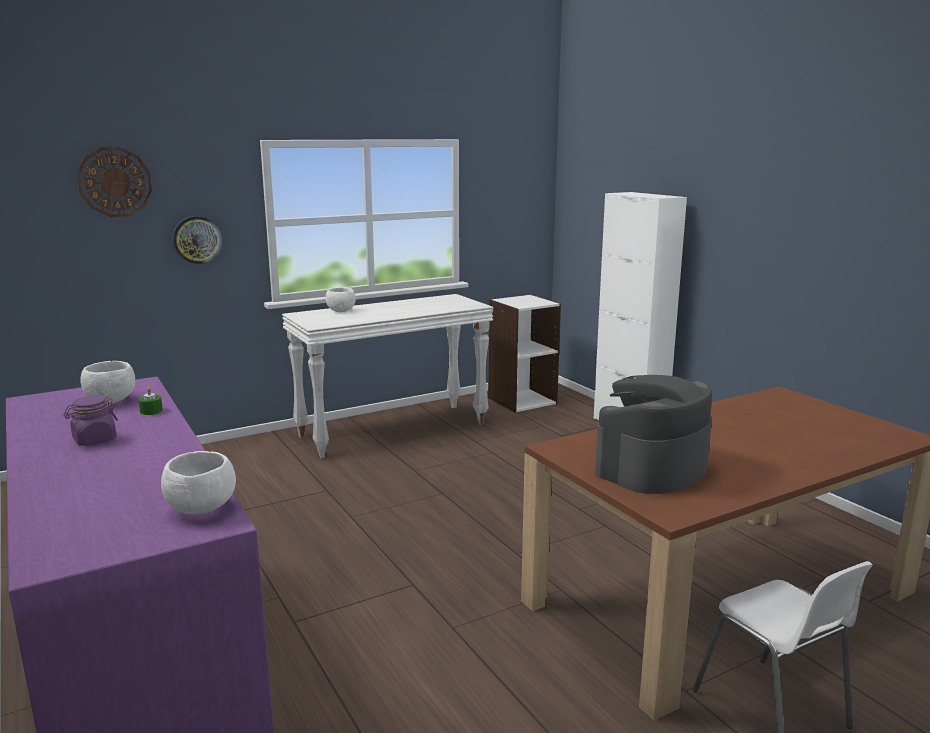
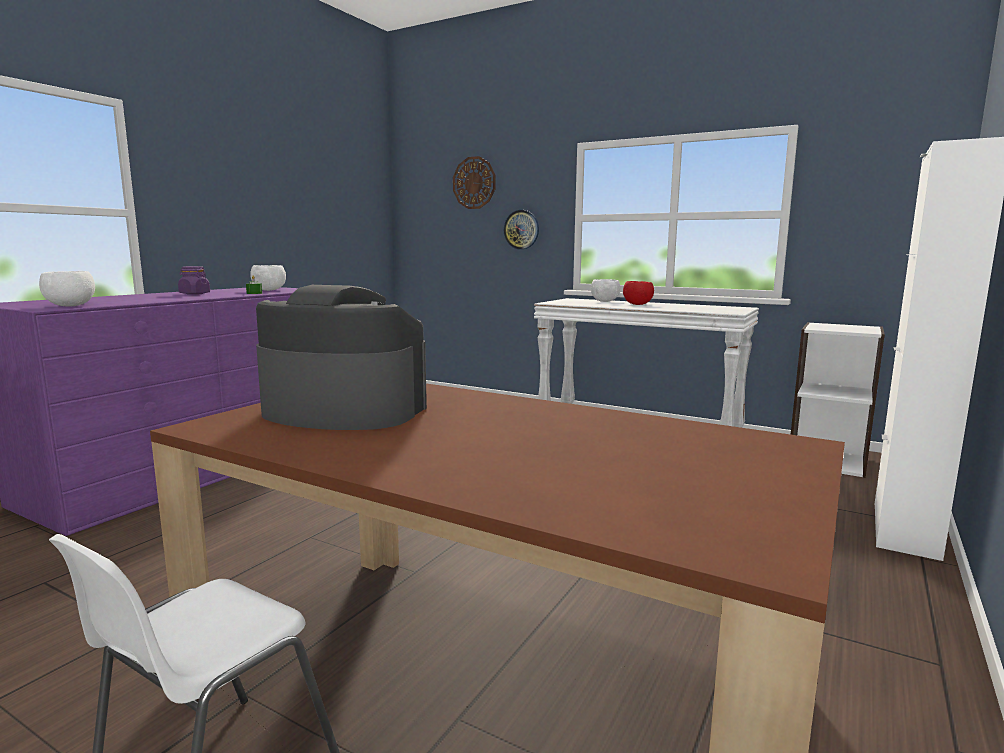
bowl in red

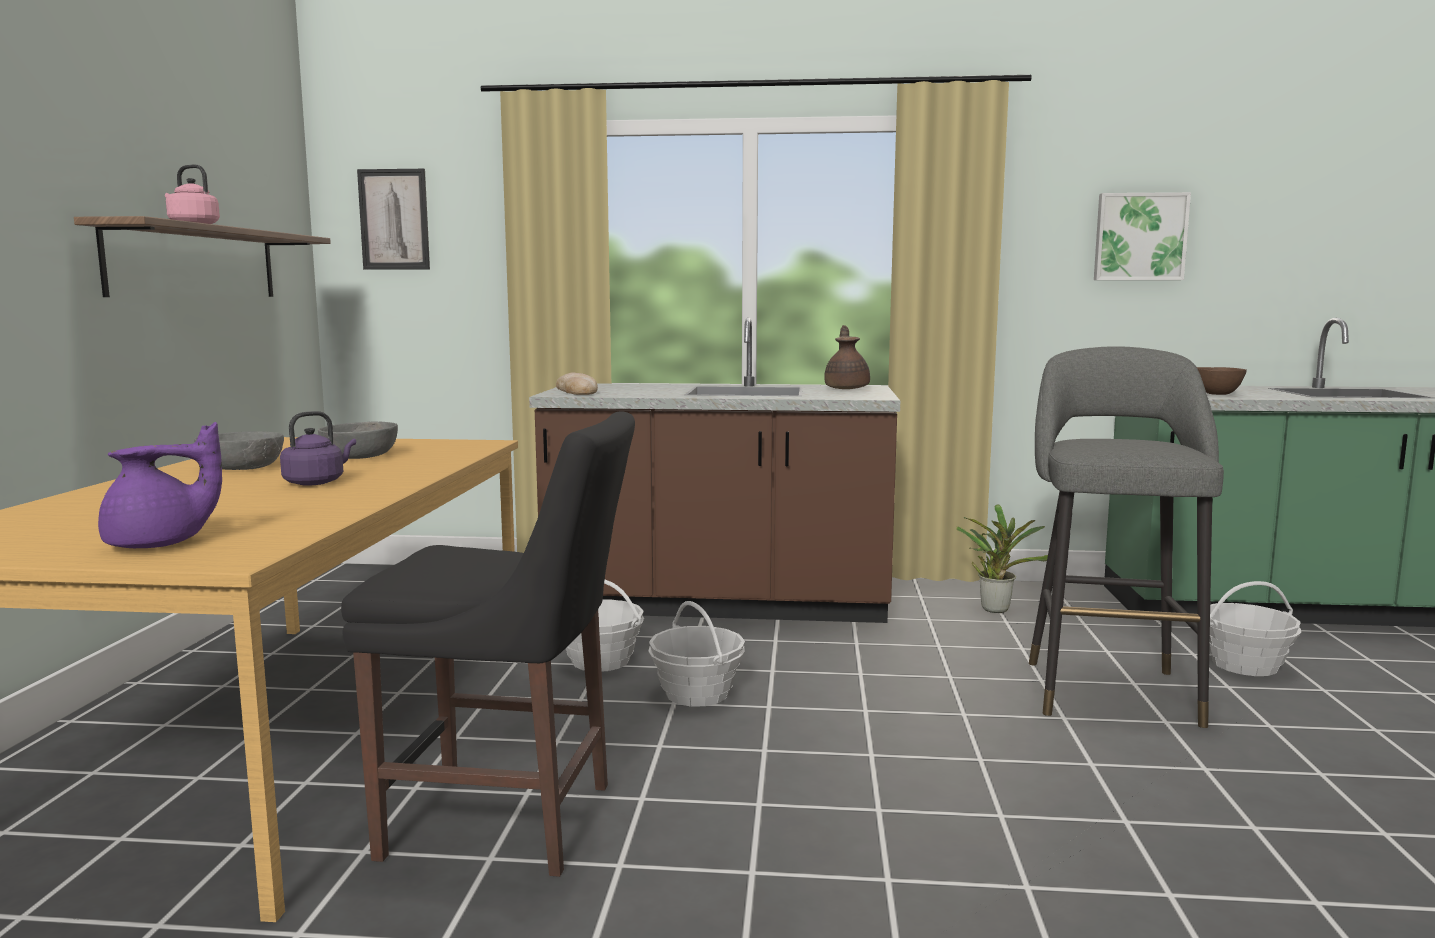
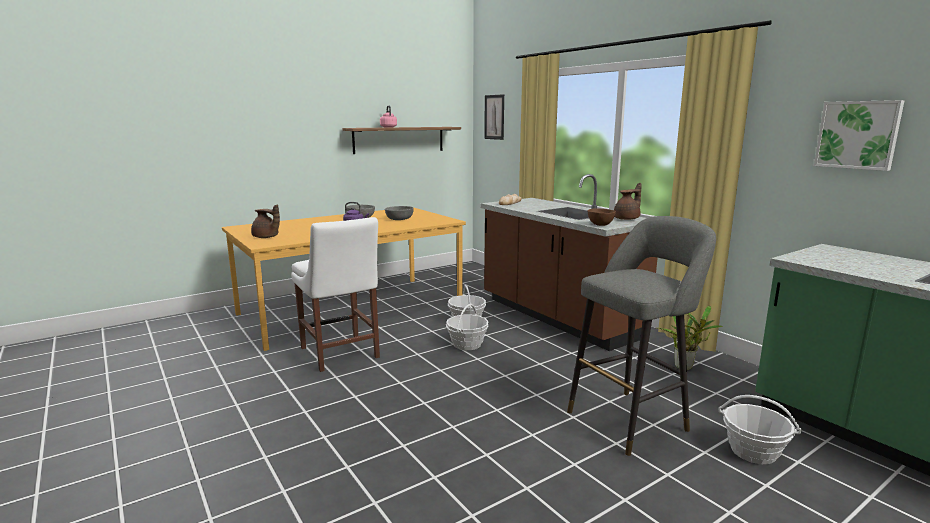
bowl in brown
chair in white
teapot in brown (1st from left)

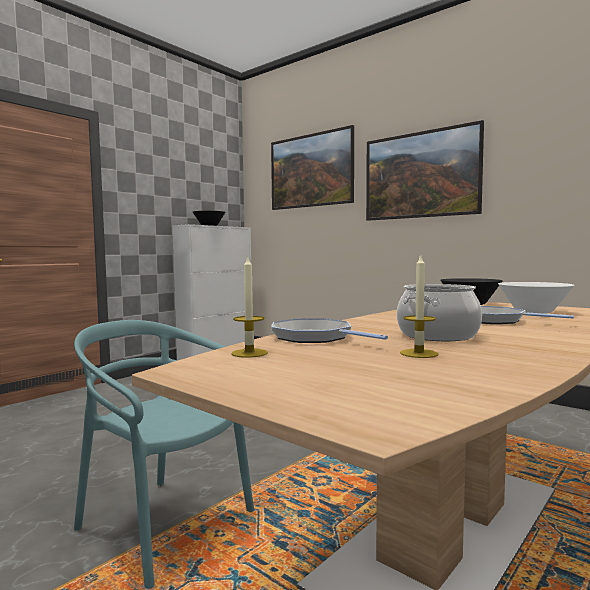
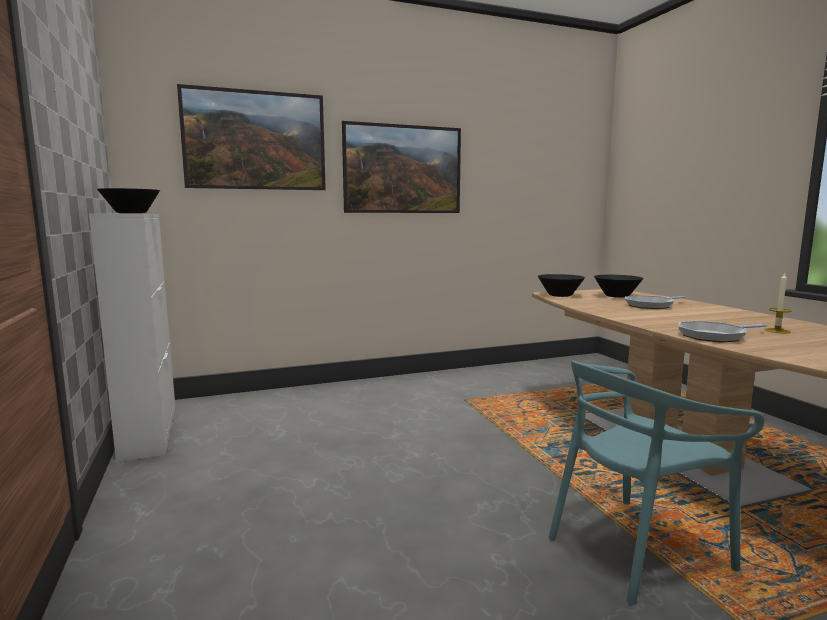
candle (1st from left in the first image)
bowl in black (3rd from left)
cooking pot

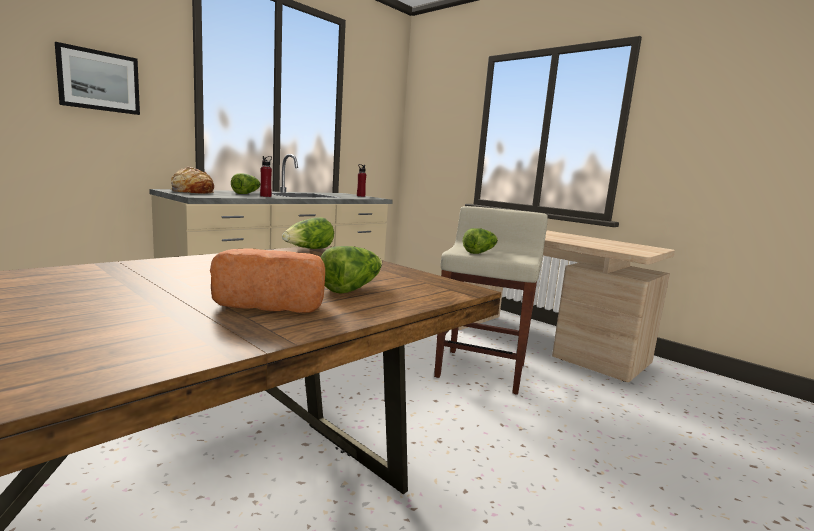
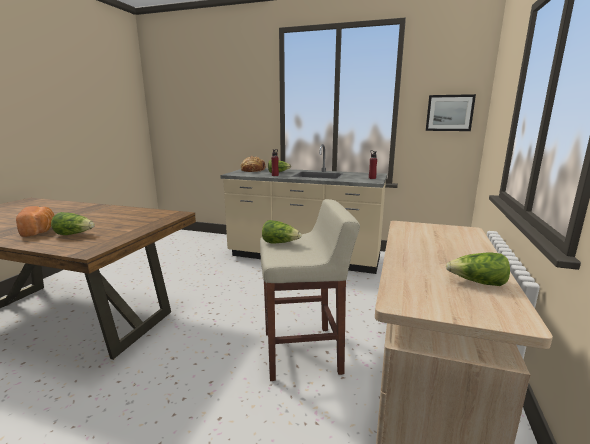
picture
lettuce (4th from left)

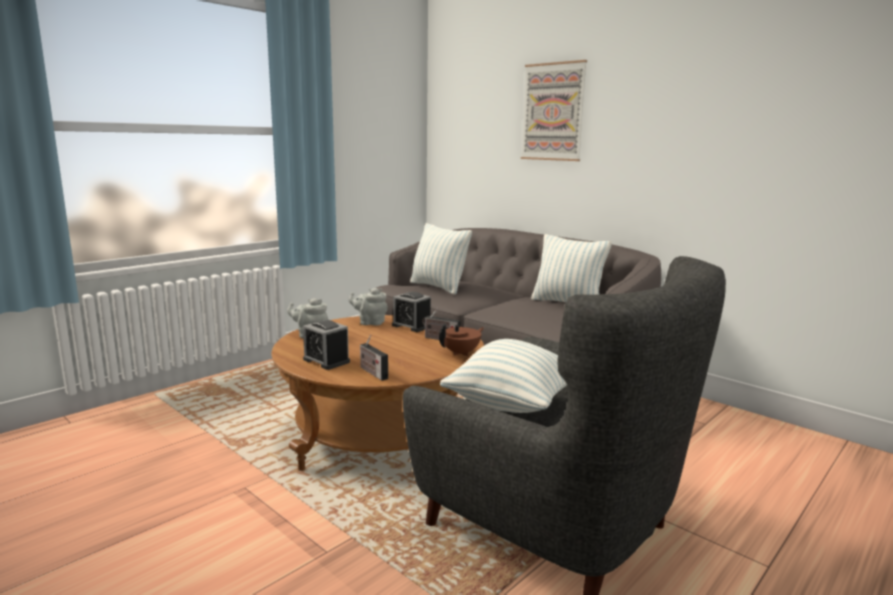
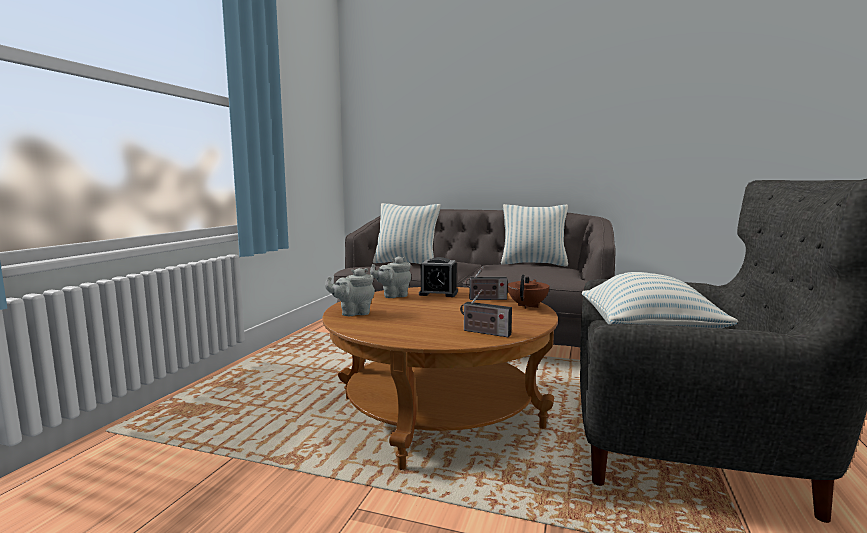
picture
alarm clock (1st from left in the first image)

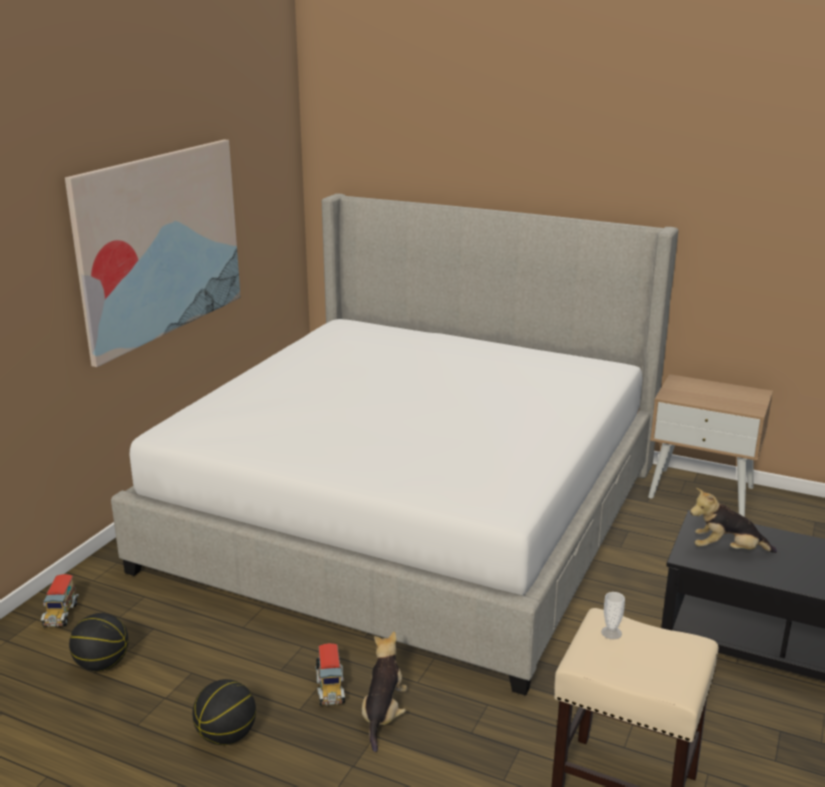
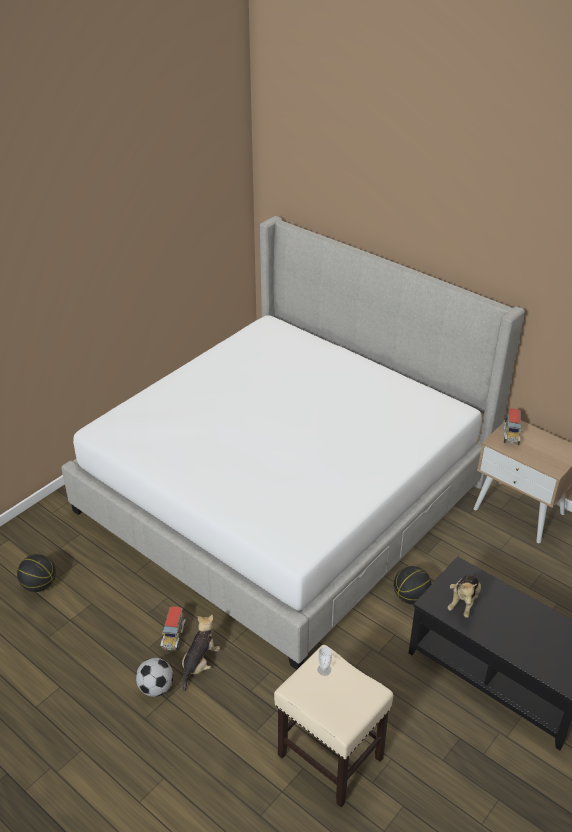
picture
plush toy (2nd from left)
toy truck (2nd from left)
basketball (2nd from left)
football

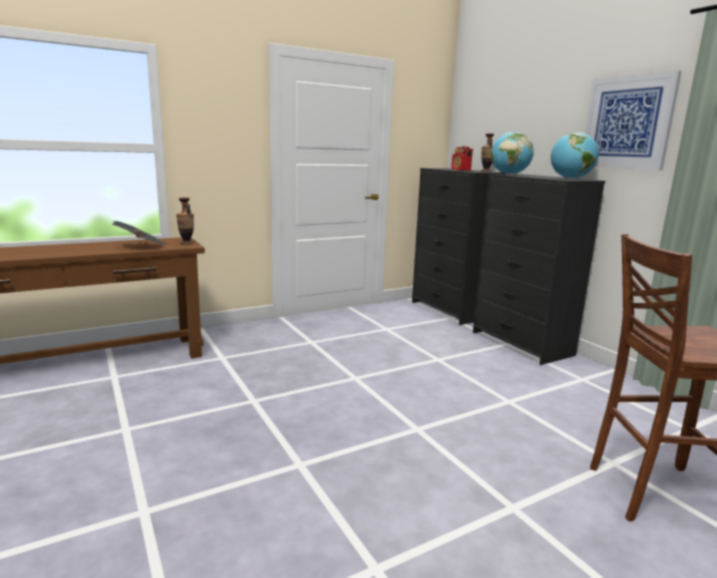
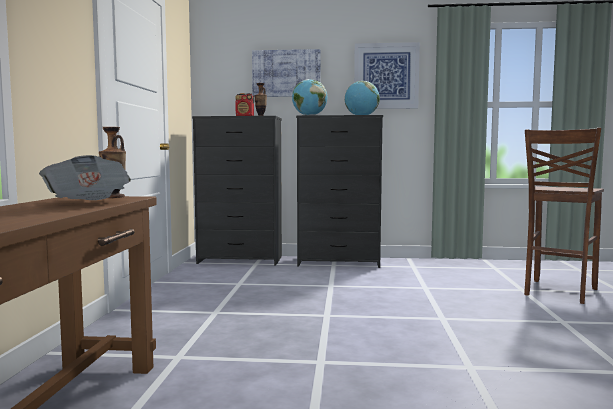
picture (1st from left)

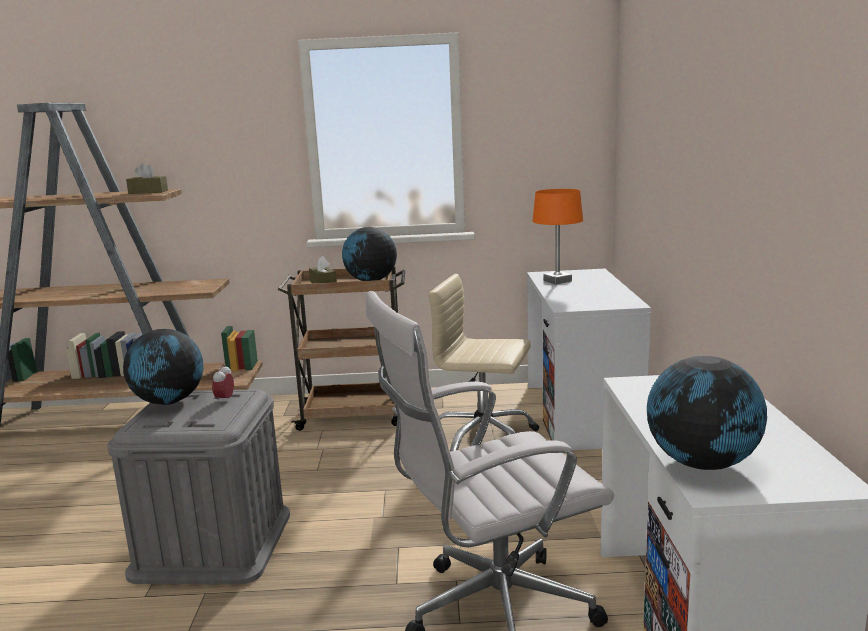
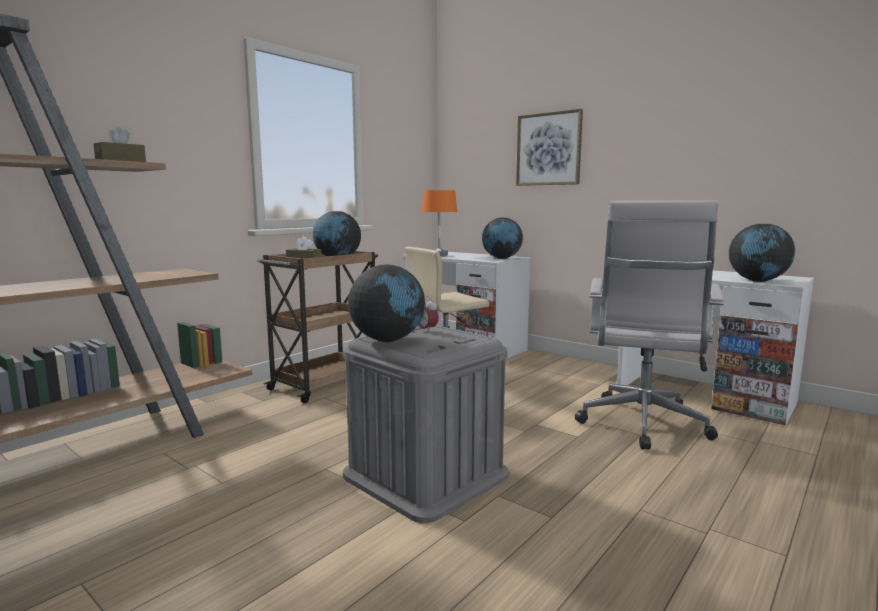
picture
globe (3rd from left)

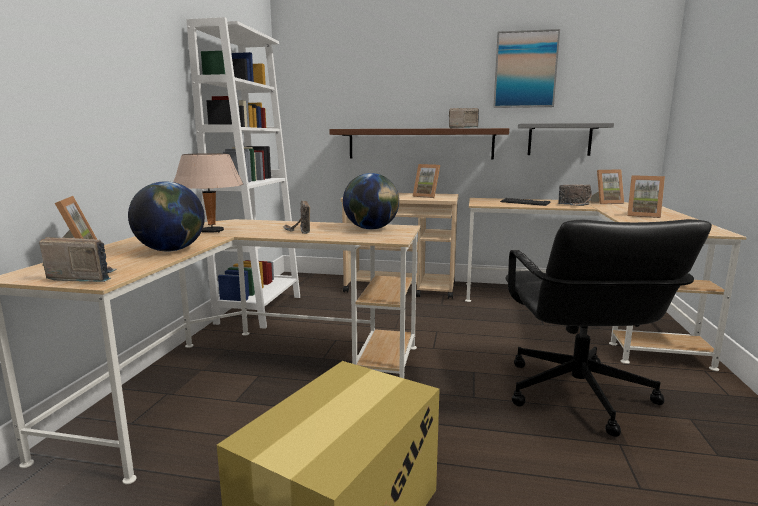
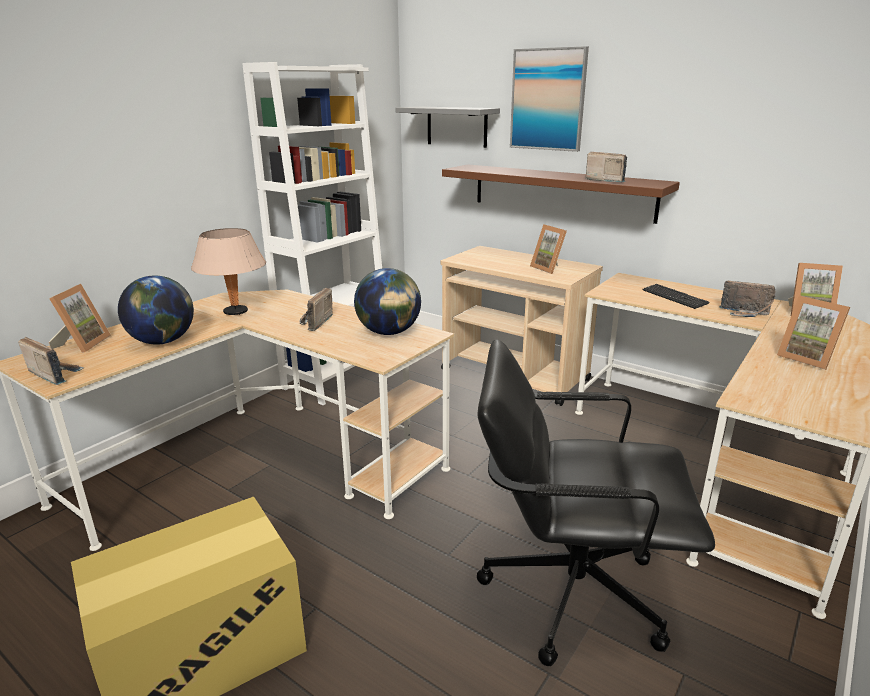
picture
shelf in grey
office chair in black

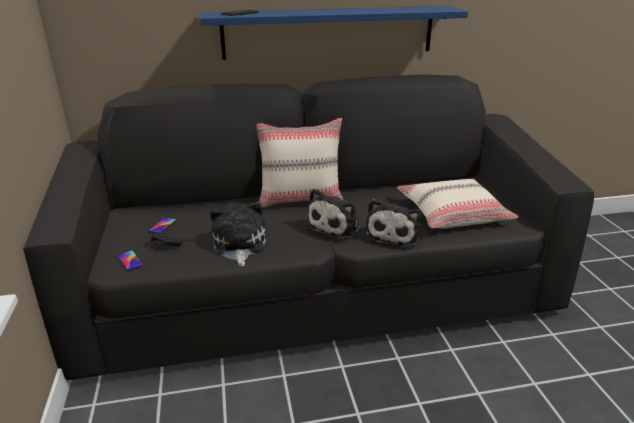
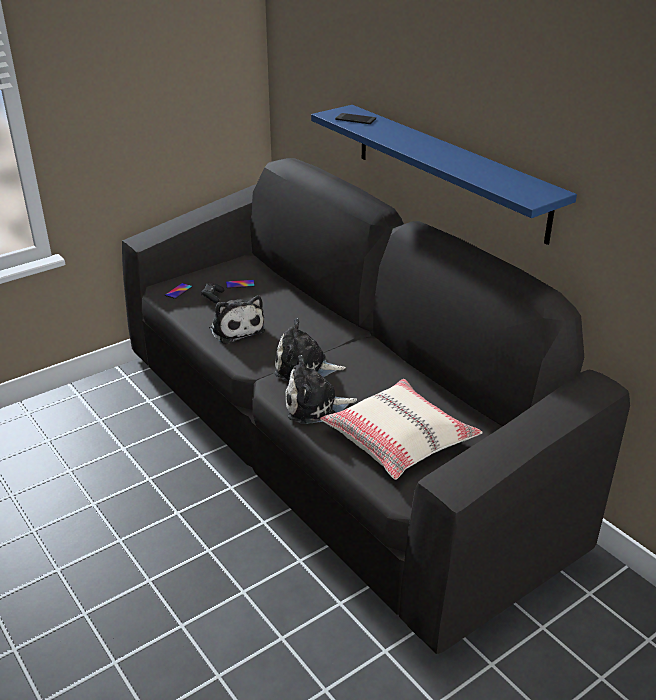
pillow in beige (1st from left in the first image)
plush toy (1st from left)

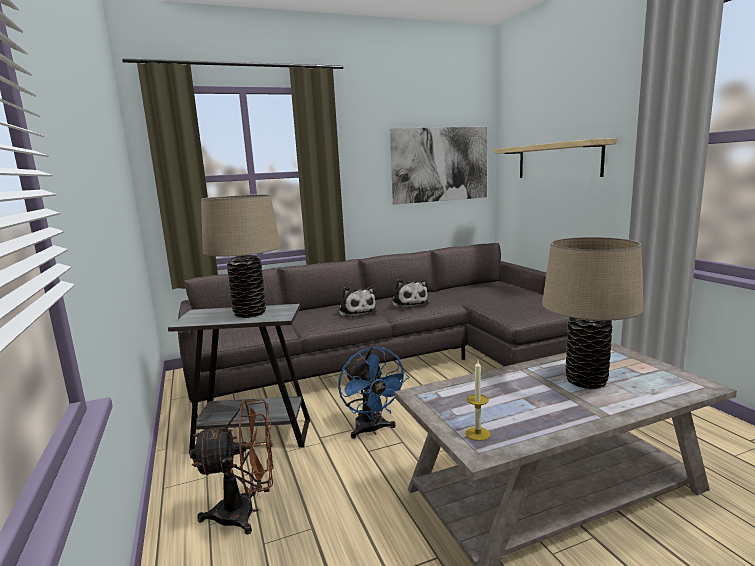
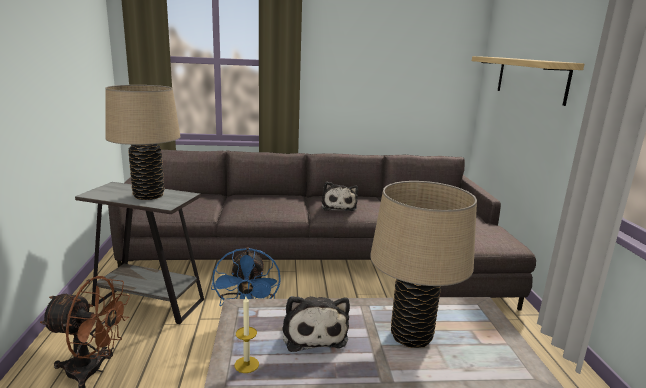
picture
plush toy (1st from left)

